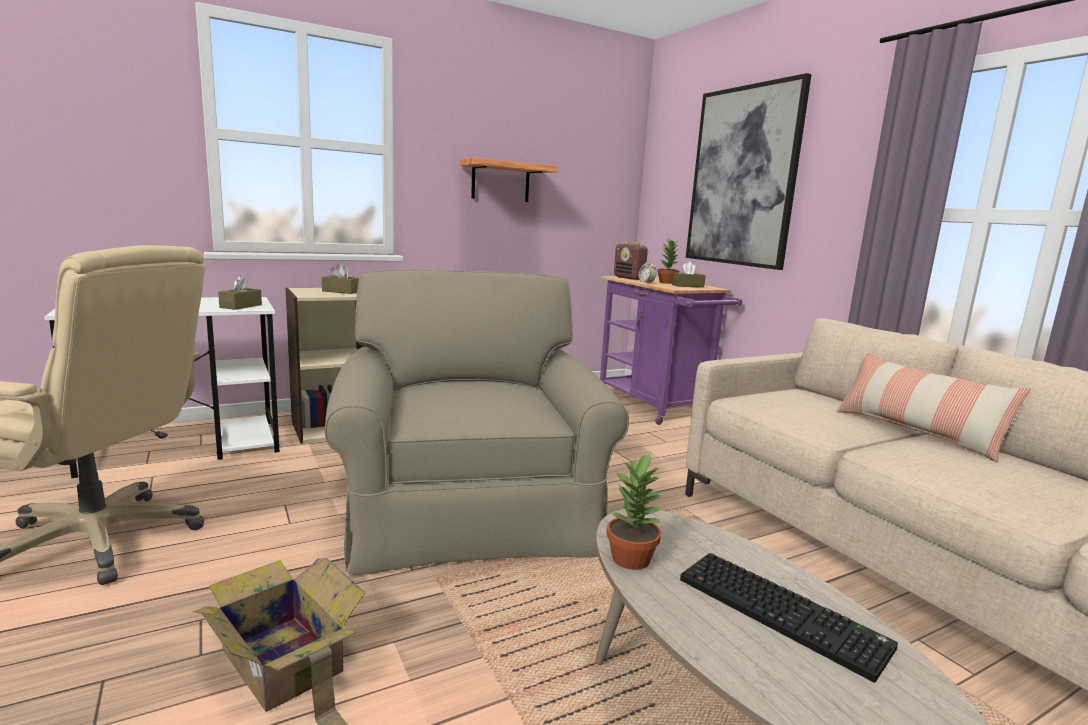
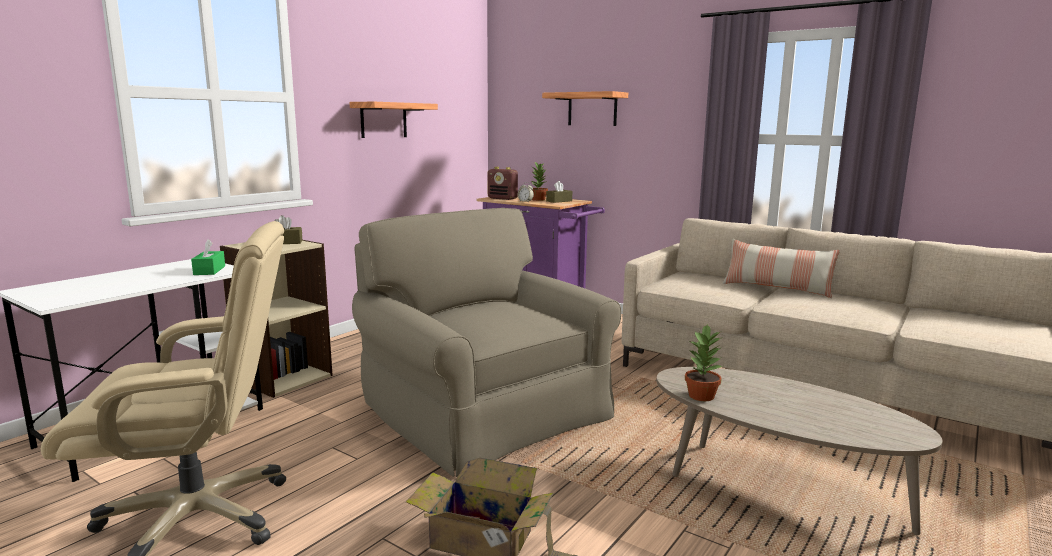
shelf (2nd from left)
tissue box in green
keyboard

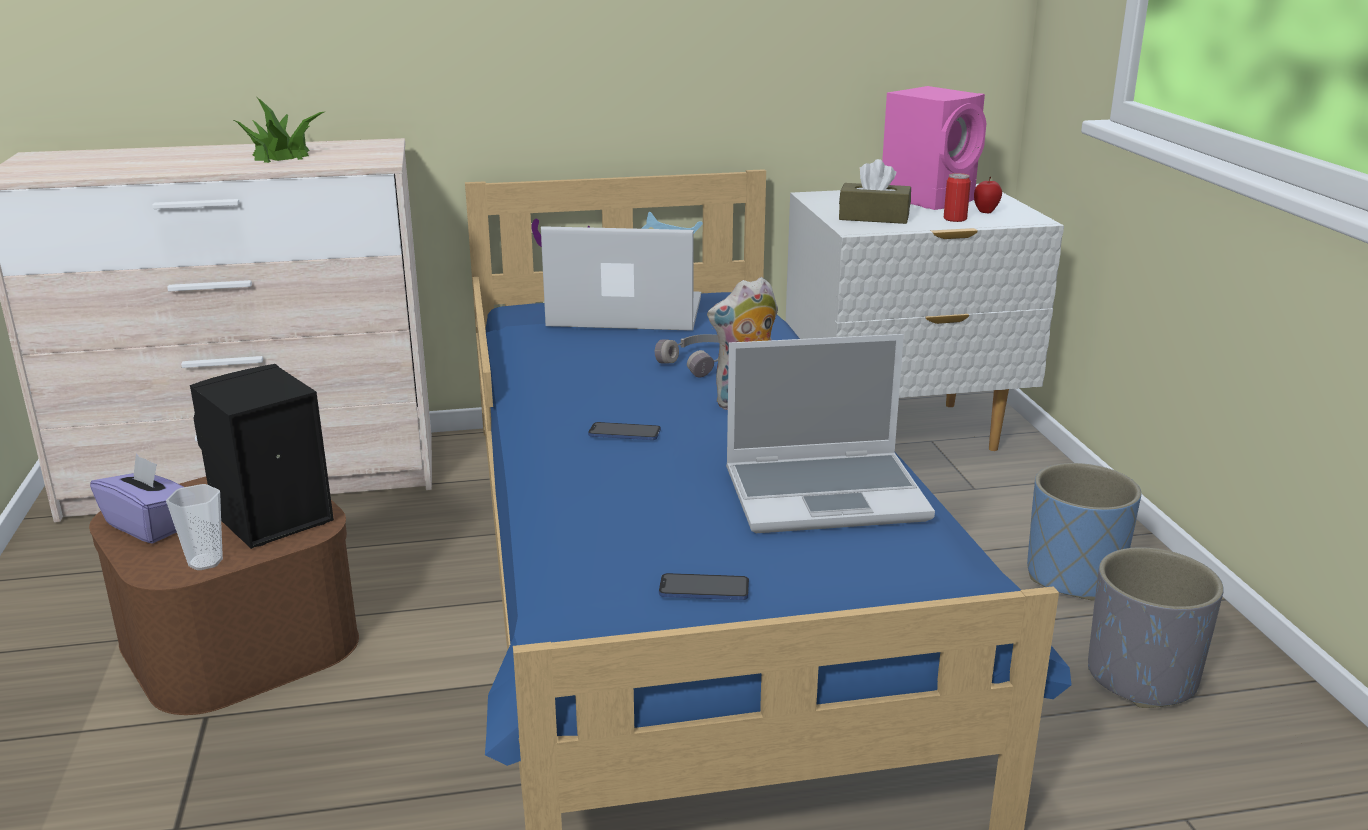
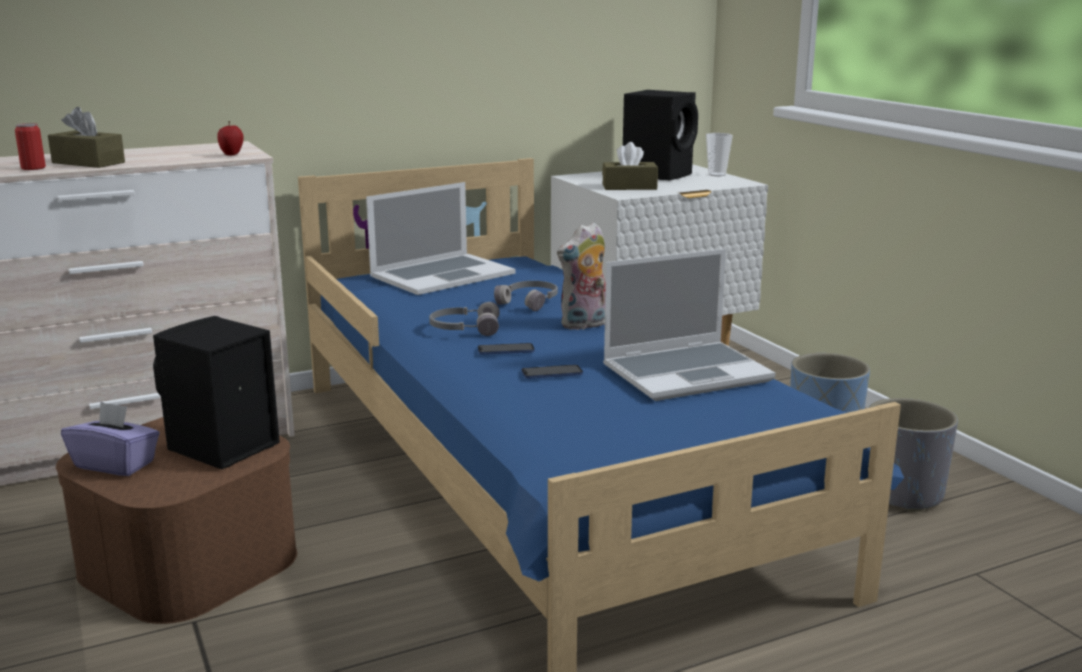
speaker in black (2nd from left)
potted plant
can
apple
laptop (1st from left)
cup
phone (2nd from left)
tissue box in brown (1st from left)
headphones in grey (1st from left)

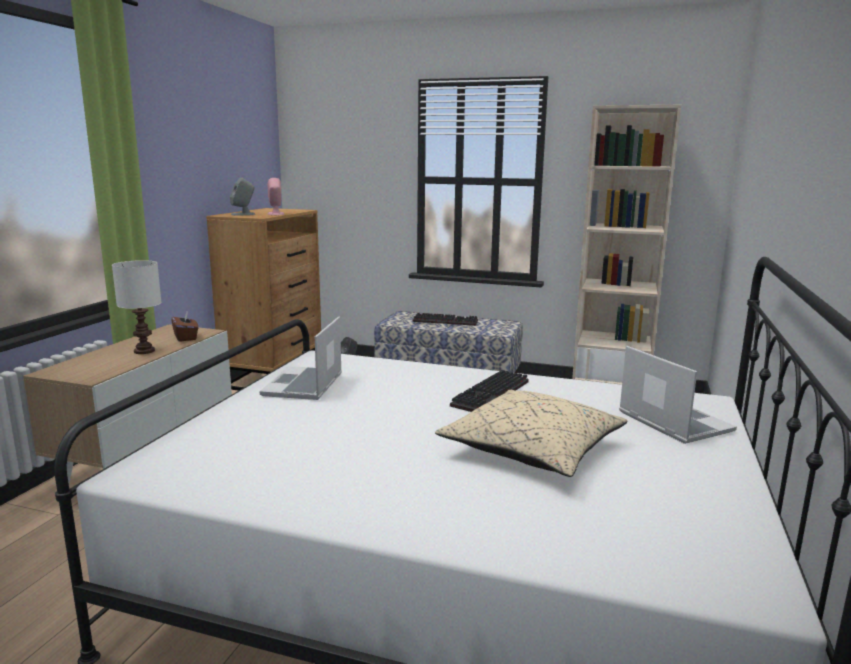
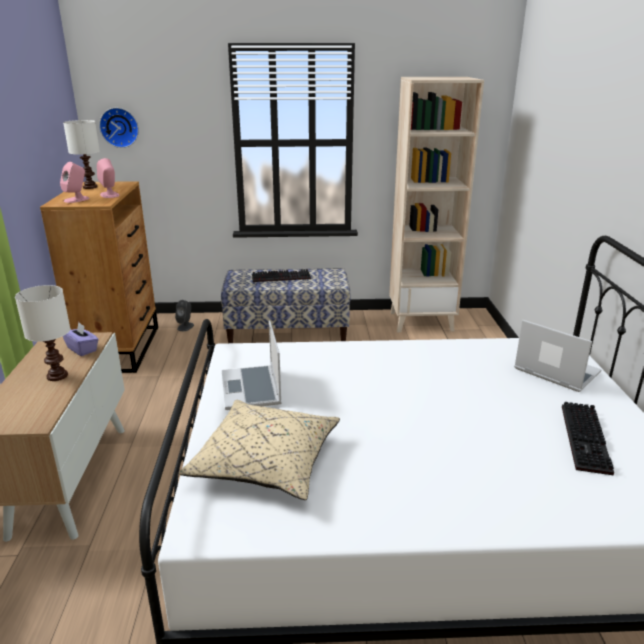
speaker in pink (1st from left)
tissue box in purple
keyboard (2nd from left)
pillow in beige
wall clock
table lamp in white (2nd from left)

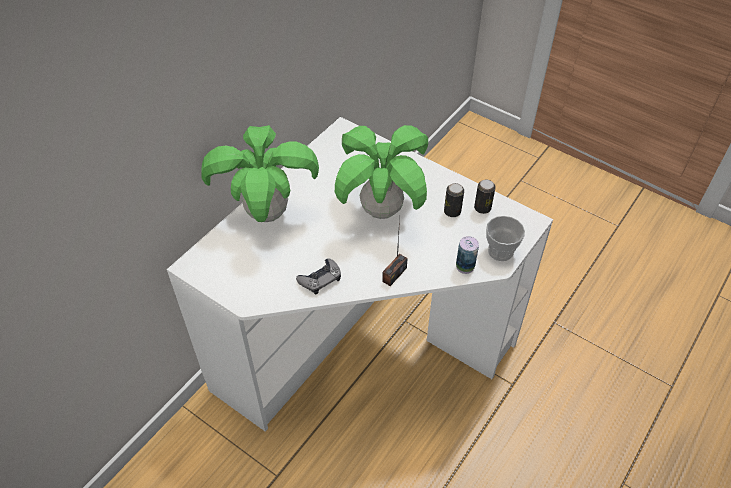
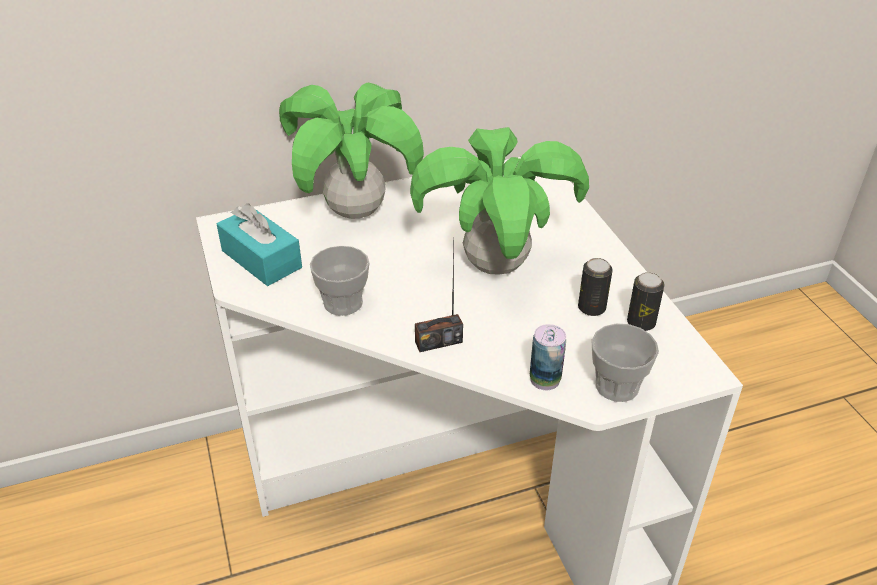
cup (1st from left)
tissue box in turquoise

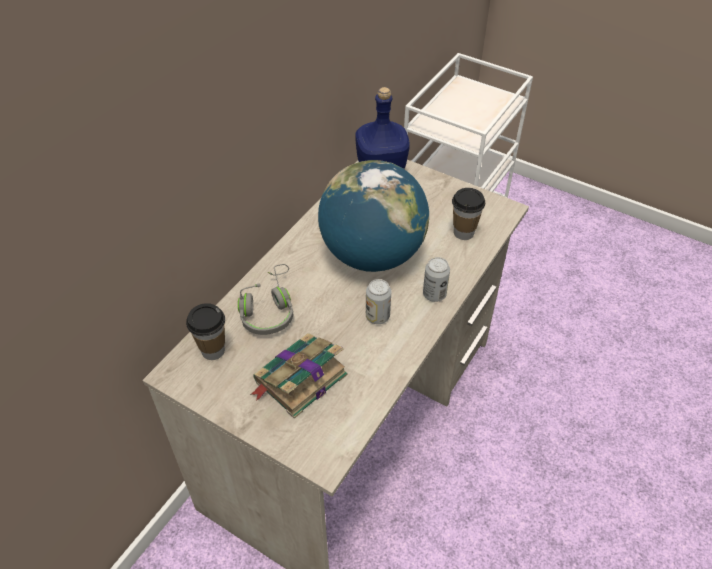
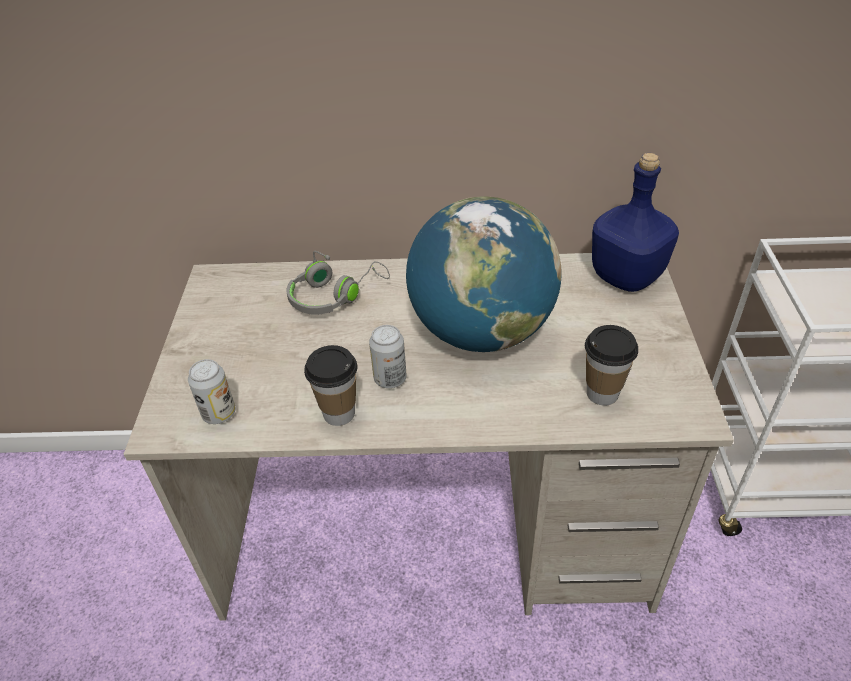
can (1st from left)
cup (1st from left)
book

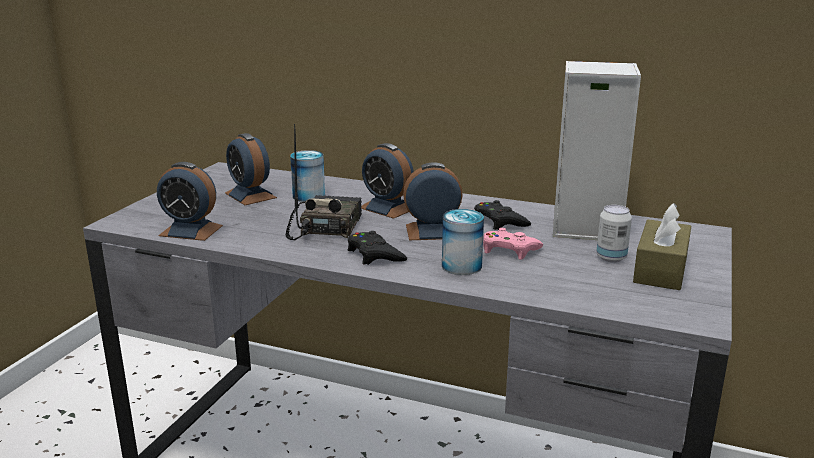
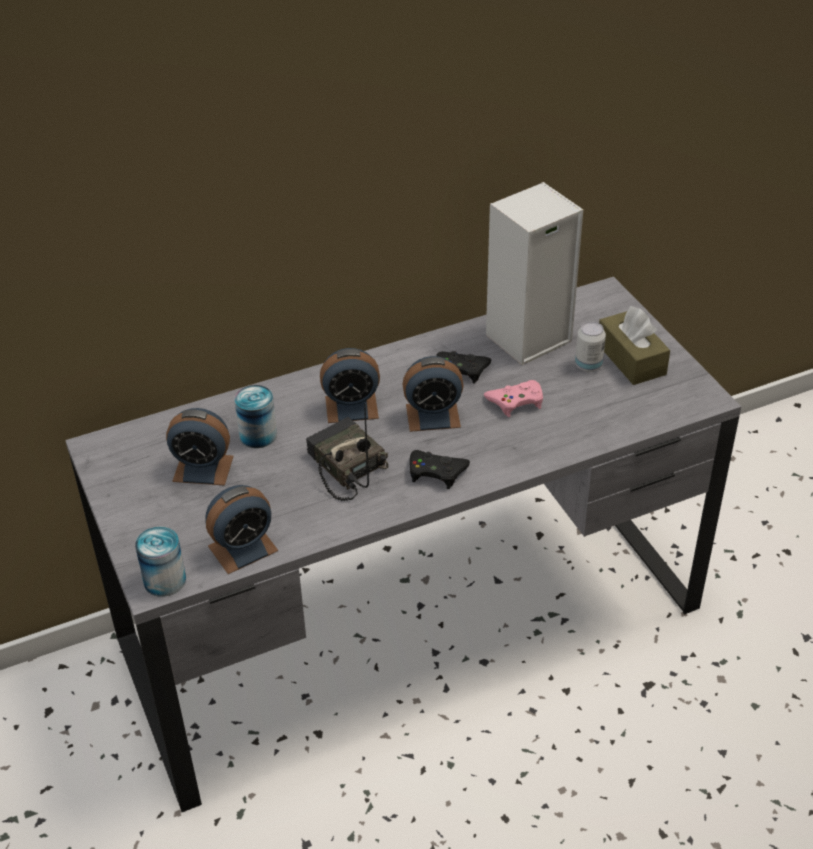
alarm clock (4th from left)
can (1st from left)

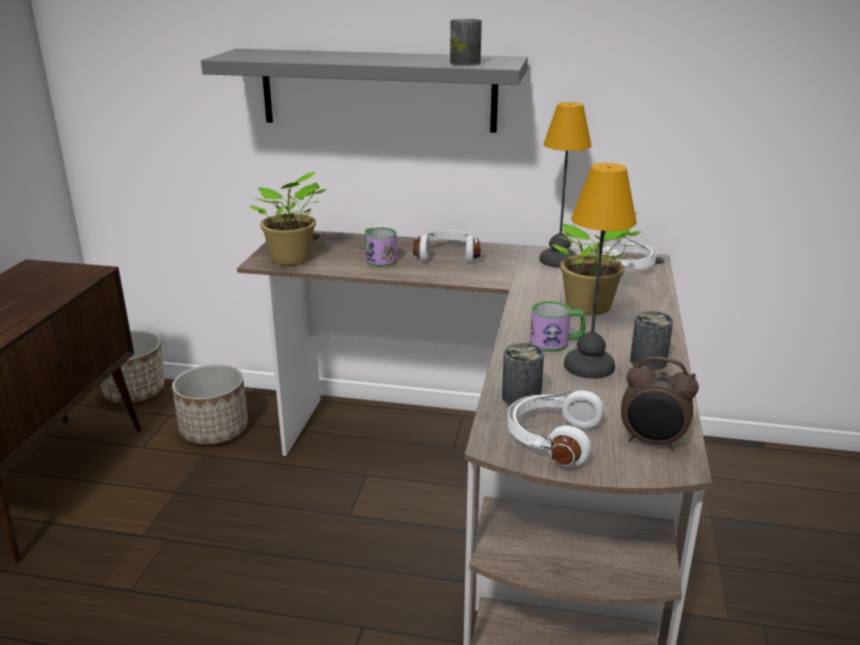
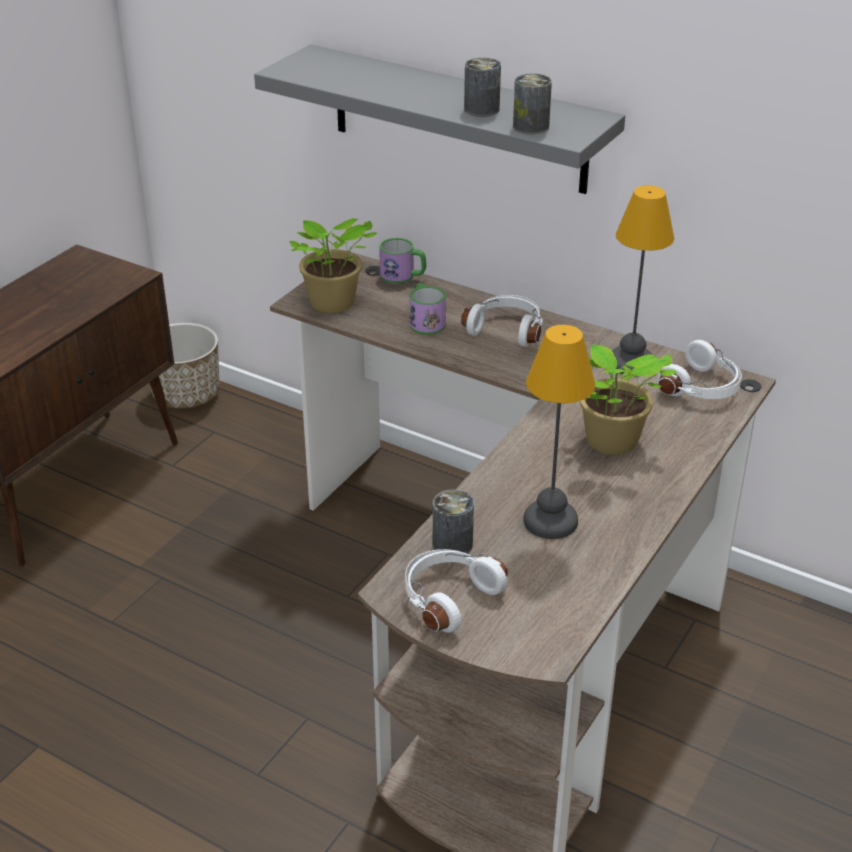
mug (1st from left)
can (2nd from left)
alarm clock
planter (2nd from left in the first image)

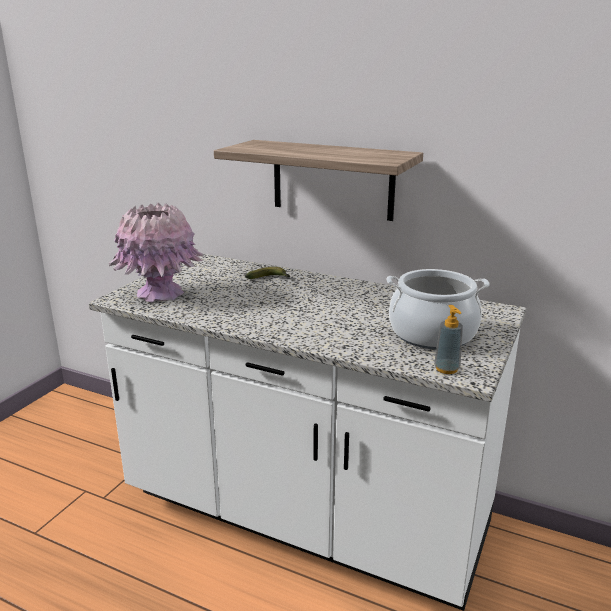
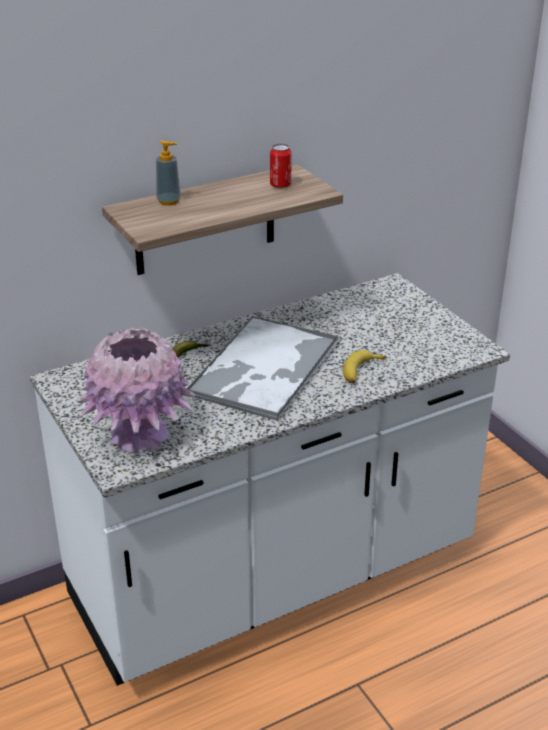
cooking pot
soap dispenser
can
tray
banana (2nd from left)

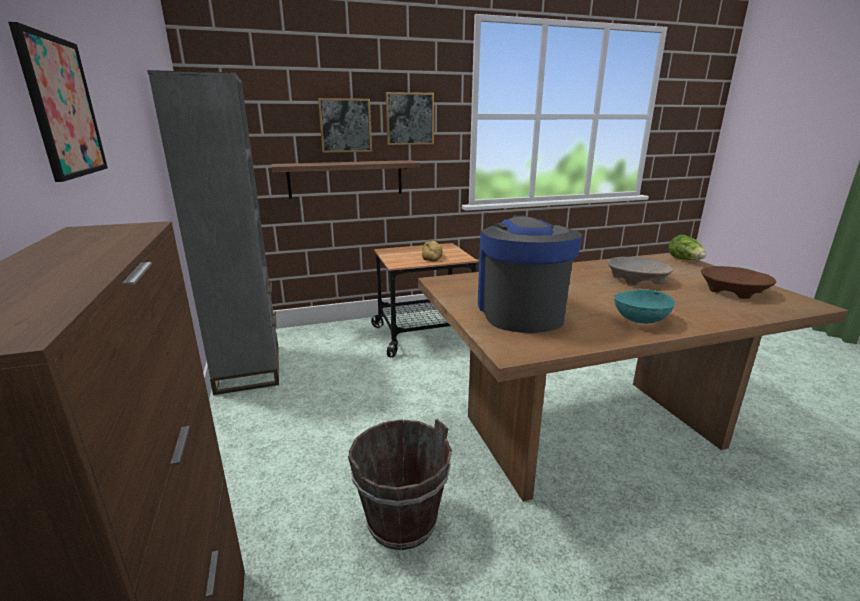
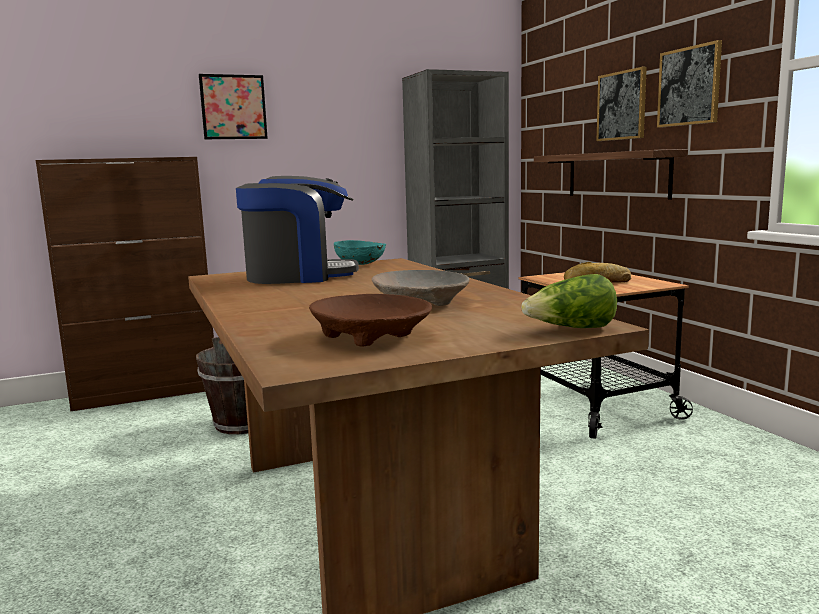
bowl in turquoise

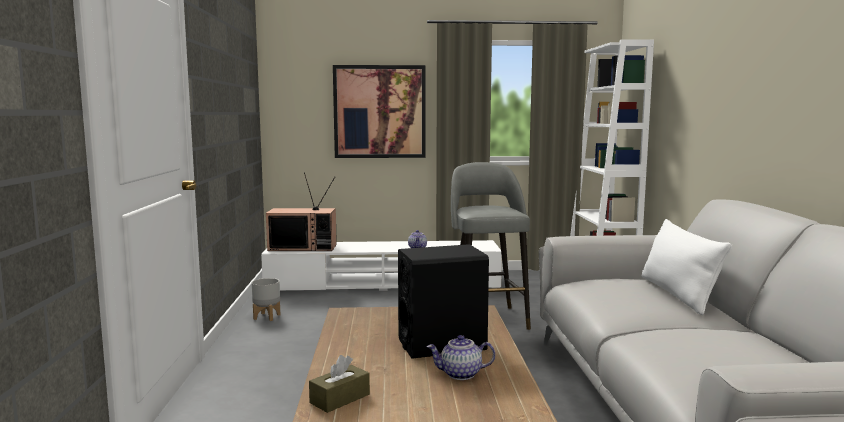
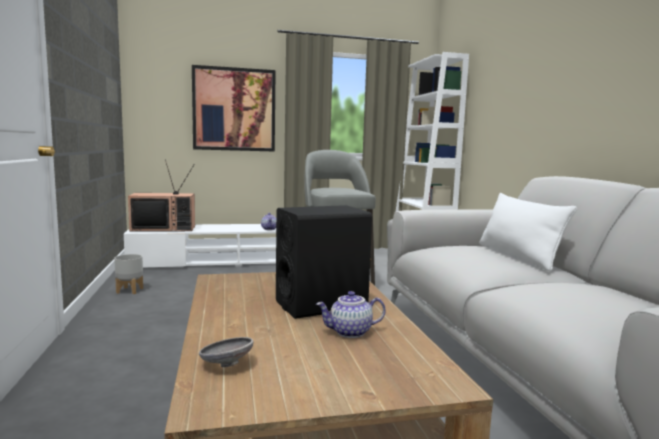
bowl in grey

